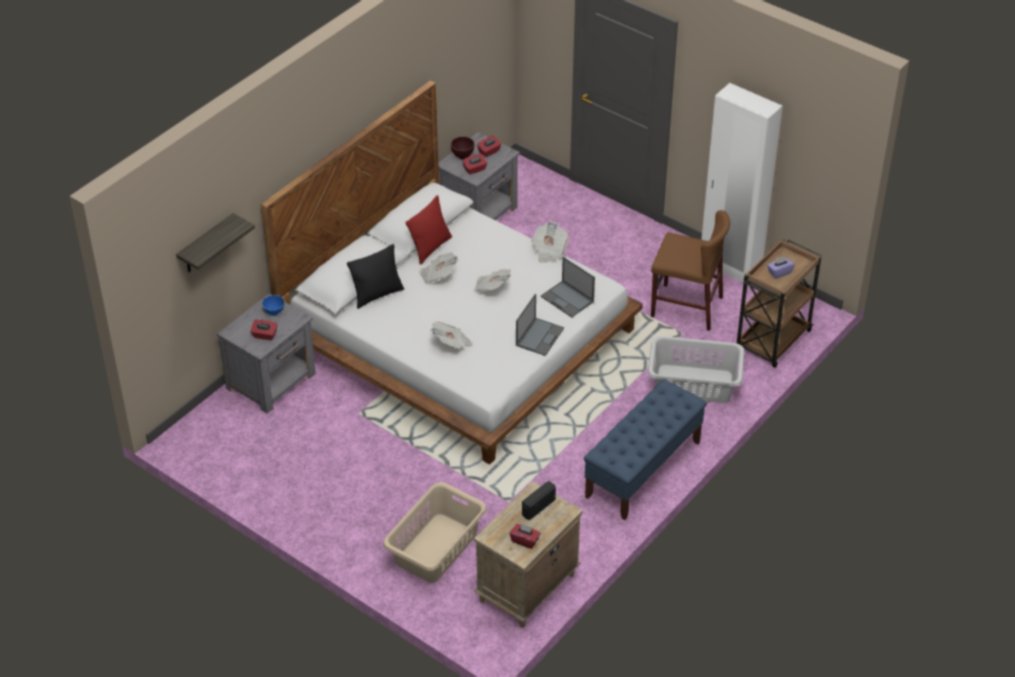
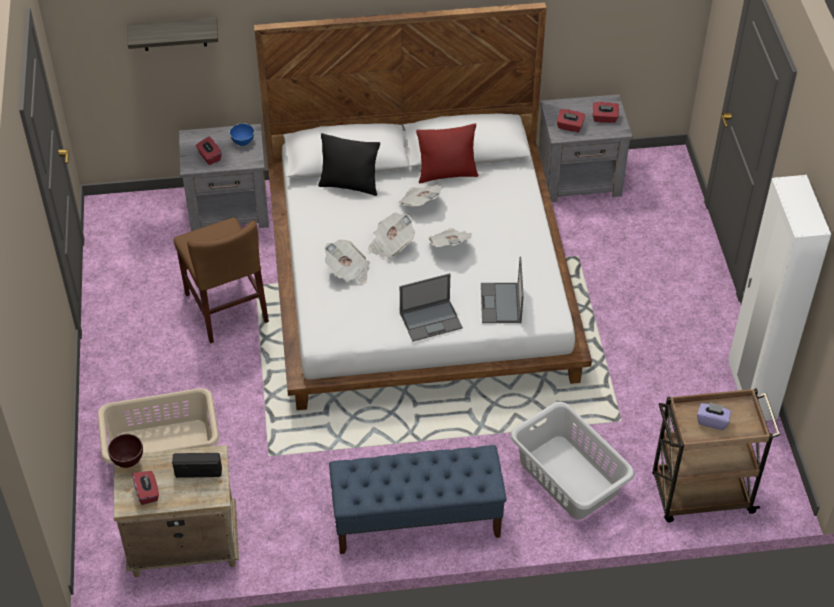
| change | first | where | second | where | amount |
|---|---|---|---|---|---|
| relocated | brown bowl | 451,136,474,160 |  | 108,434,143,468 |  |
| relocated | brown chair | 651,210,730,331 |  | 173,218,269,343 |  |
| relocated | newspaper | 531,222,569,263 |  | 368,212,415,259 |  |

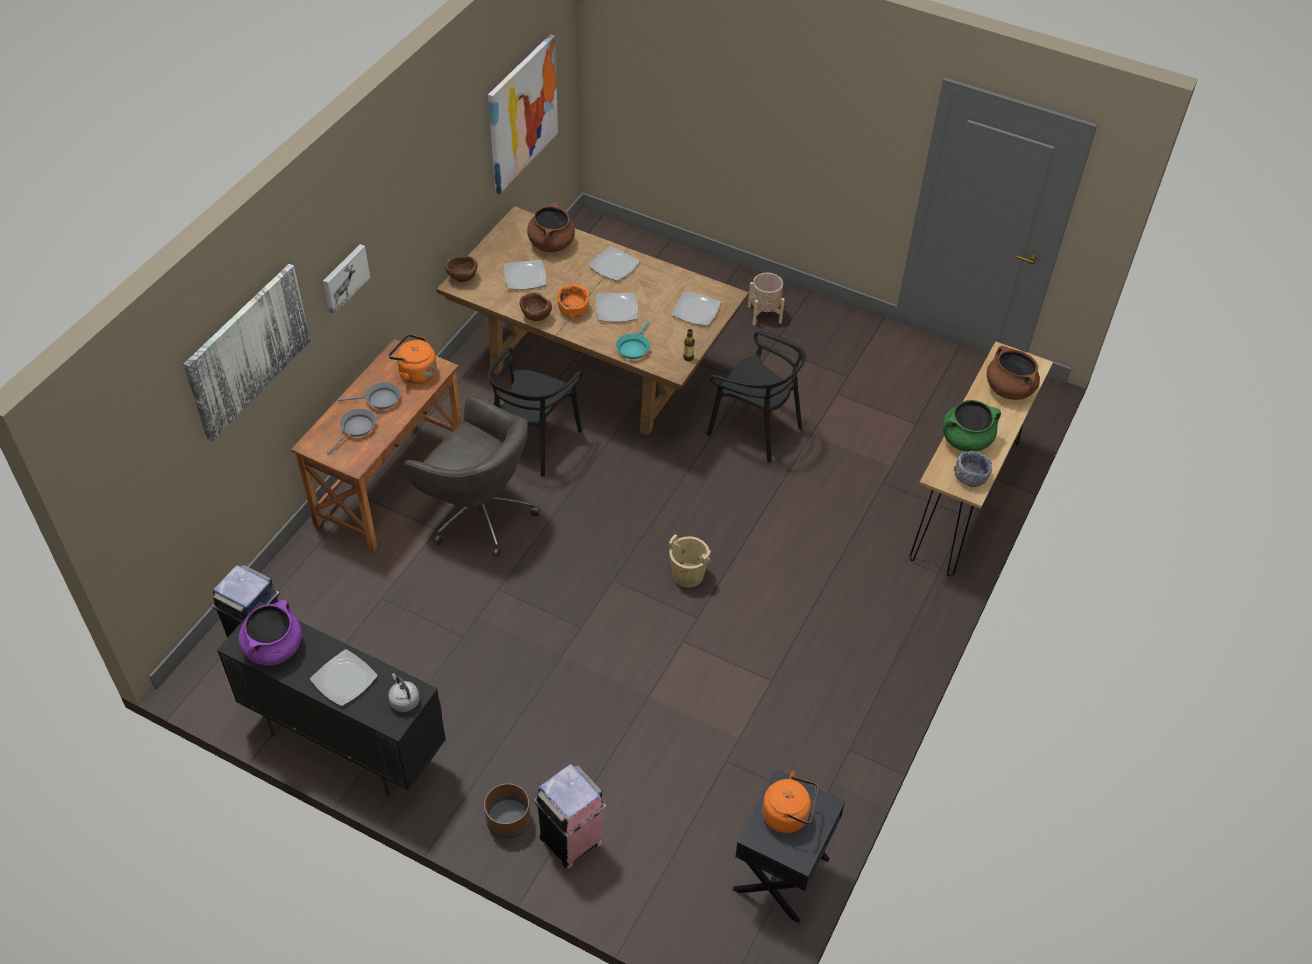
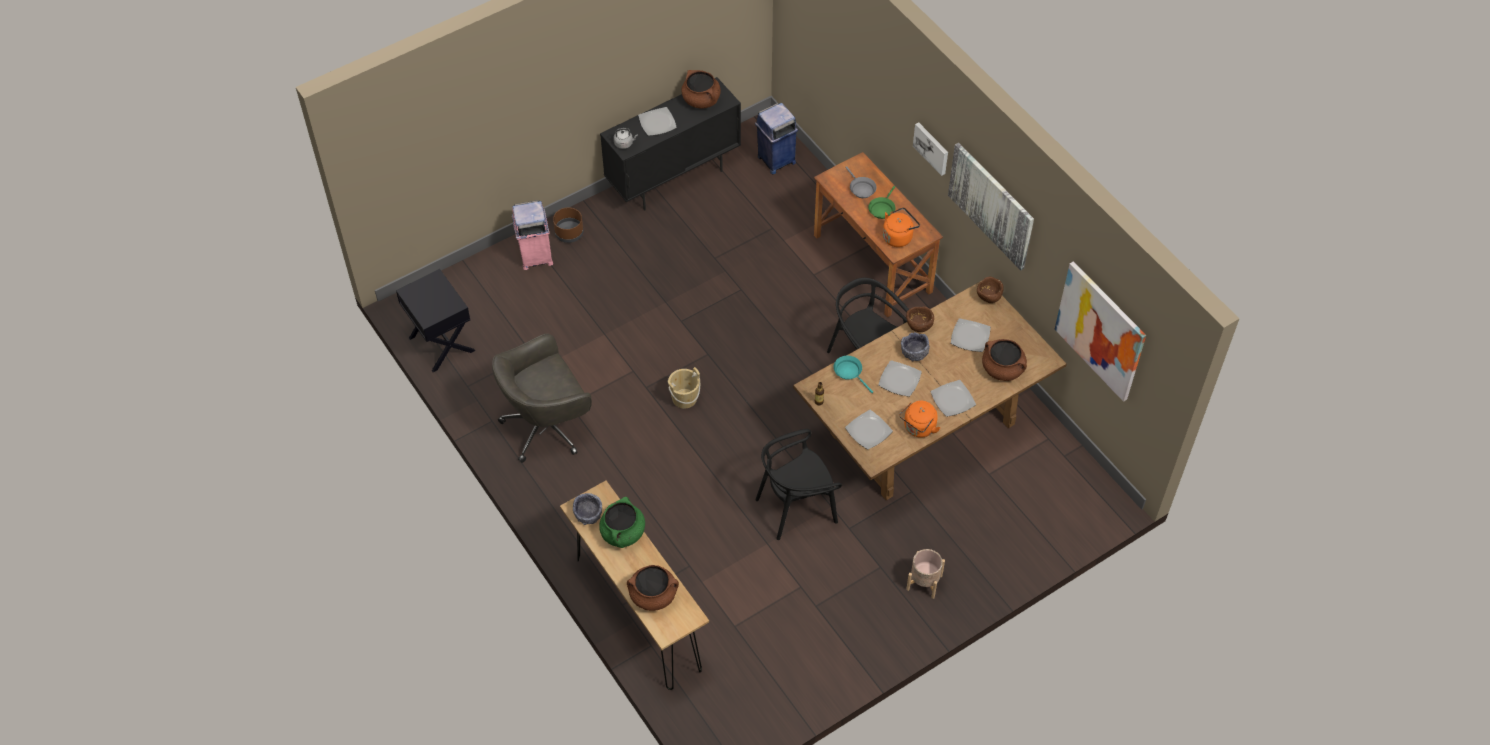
| change | first | where | second | where | amount |
|---|---|---|---|---|---|
| relocated | grey office chair | 404,396,540,557 |  | 492,333,592,463 |  |
| colour | purple cooking pot | 238,600,302,666 | brown cooking pot | 681,70,721,109 |  |
| colour | grey frying pan | 338,382,400,409 | green frying pan | 868,186,895,219 |  |
| relocated | orange kettle | 762,771,818,833 |  | 899,401,940,438 |  |
| colour | orange bowl | 557,284,589,318 | grey bowl | 901,332,930,362 |  |
| relocated | picture | 183,264,310,441 |  | 948,143,1034,270 |  |

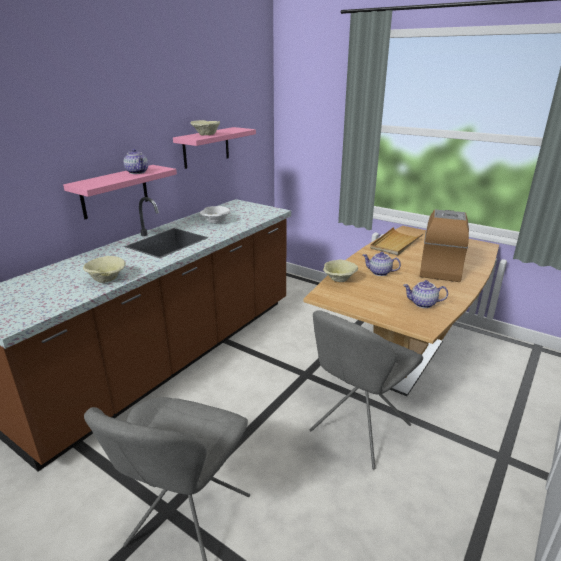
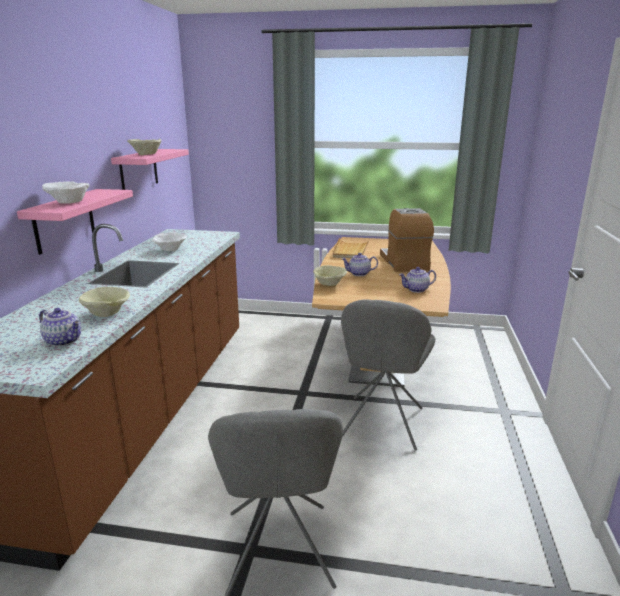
| change | first | where | second | where | amount |
|---|---|---|---|---|---|
| relocated | teapot | 124,149,148,174 |  | 39,308,81,347 |  |
| appeared |  |  | white bowl | 42,182,90,204 |  |

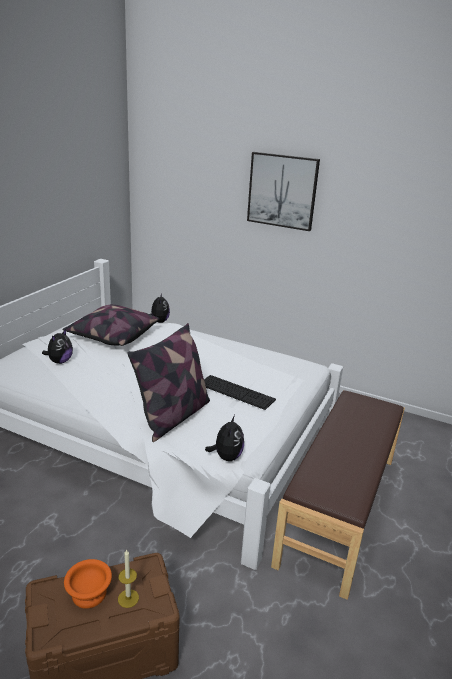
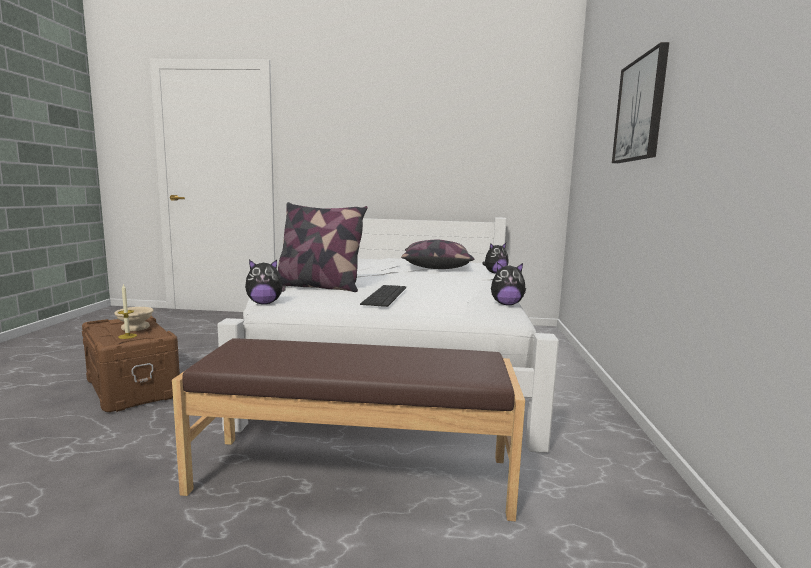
| change | first | where | second | where | amount |
|---|---|---|---|---|---|
| colour | orange bowl | 64,559,112,609 | beige bowl | 114,307,154,331 |  |
| relocated | plush toy | 42,329,73,364 |  | 491,262,526,305 |  |

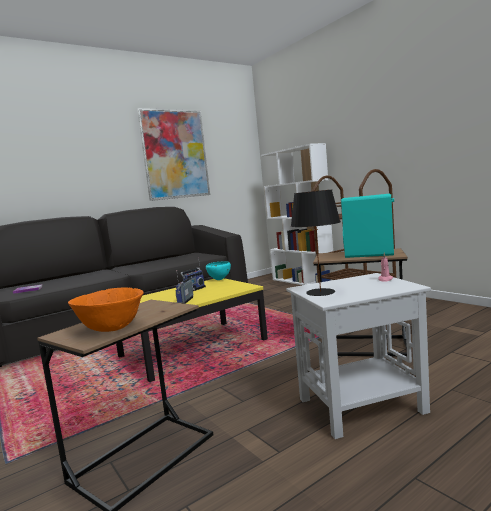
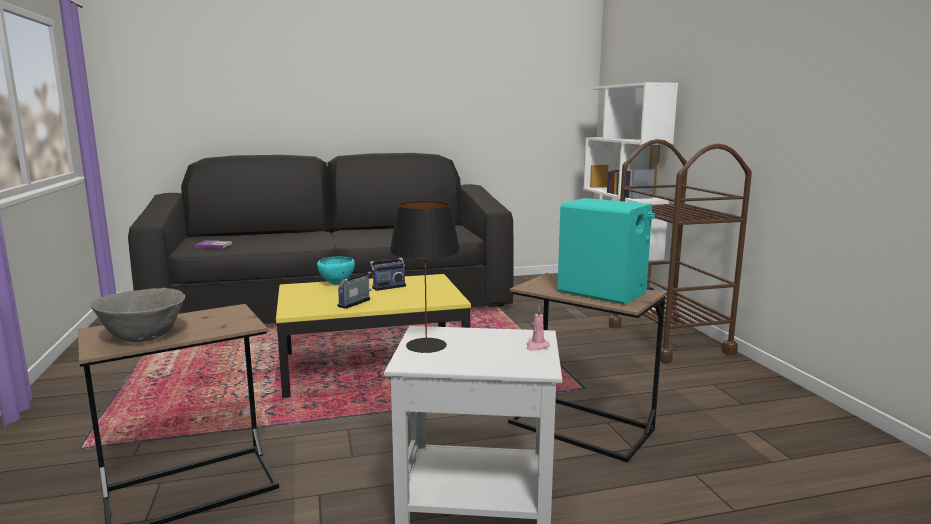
| change | first | where | second | where | amount |
|---|---|---|---|---|---|
| colour | orange bowl | 68,288,144,332 | grey bowl | 91,288,185,342 |  |
| relocated | turquoise bowl | 206,261,231,280 |  | 317,257,355,285 |  |
| missing | picture | 137,108,210,201 |  |  |  |

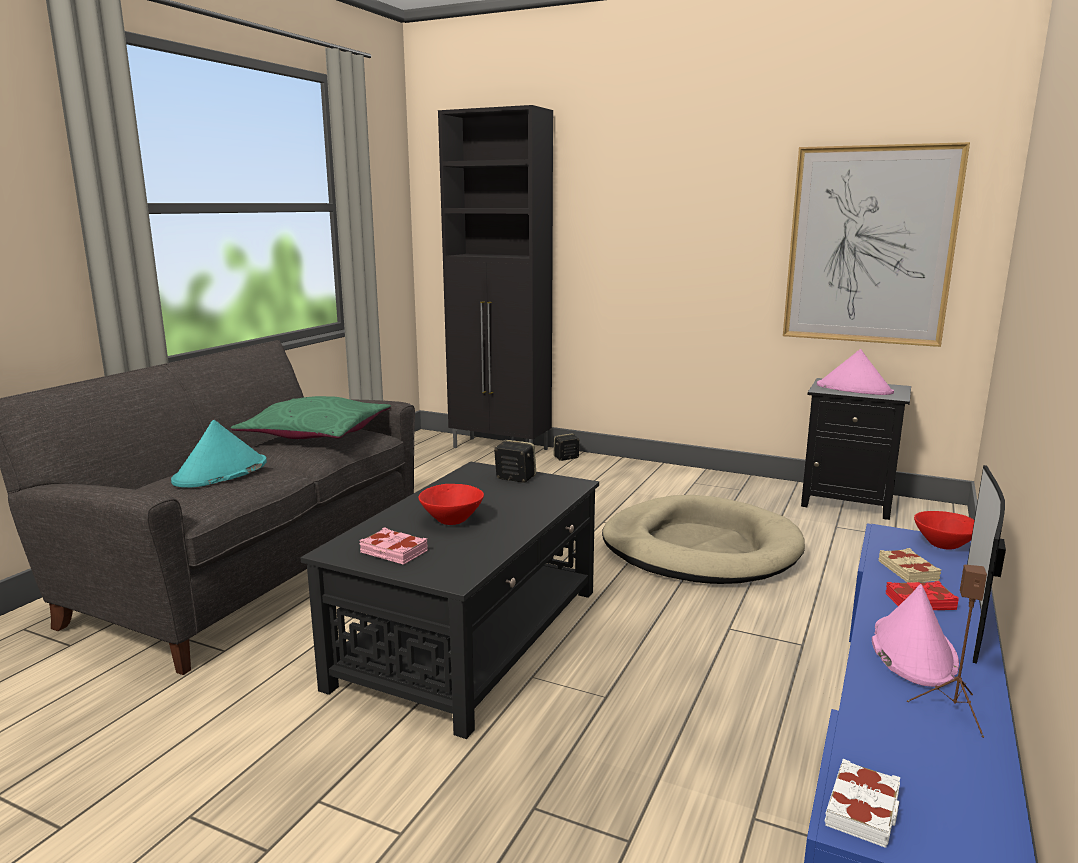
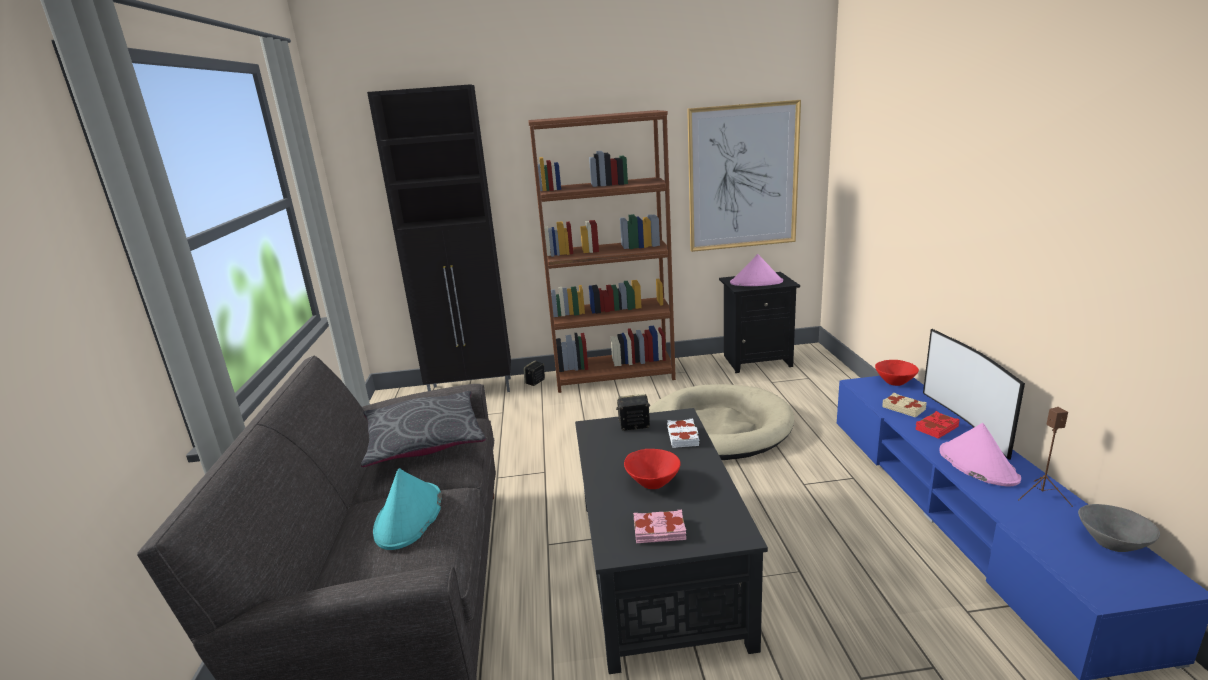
| change | first | where | second | where | amount |
|---|---|---|---|---|---|
| colour | green pillow | 231,396,391,439 | grey pillow | 361,391,486,467 |  |
| appeared |  |  | brown bookcase | 528,110,676,393 |  |
| relocated | white book | 825,759,900,848 |  | 667,419,699,448 |  |
| appeared |  |  | grey bowl | 1078,504,1160,552 |  |

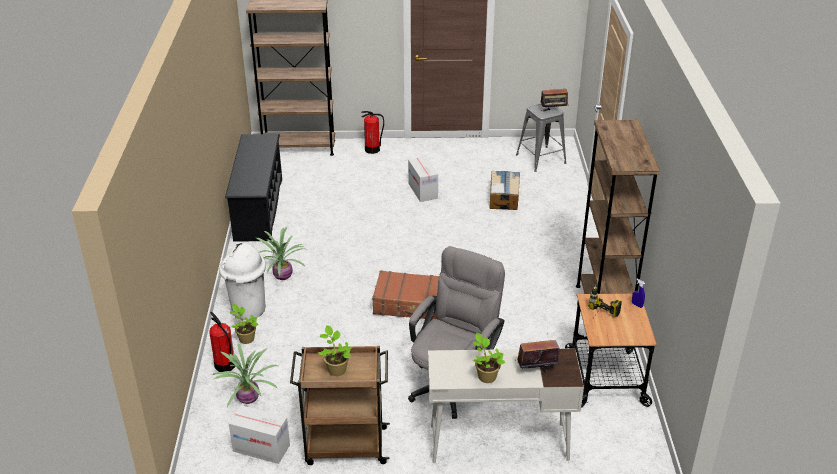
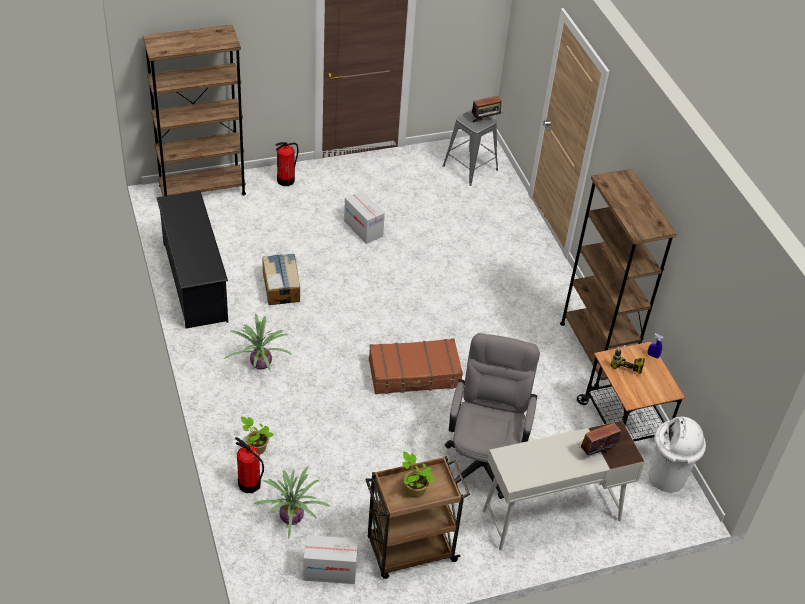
| change | first | where | second | where | amount |
|---|---|---|---|---|---|
| relocated | cardboard box | 489,171,520,210 |  | 262,254,300,305 |  |
| relocated | white trash can | 219,243,266,320 |  | 649,417,706,492 |  |
| missing | potted plant | 473,333,506,383 |  |  |  |

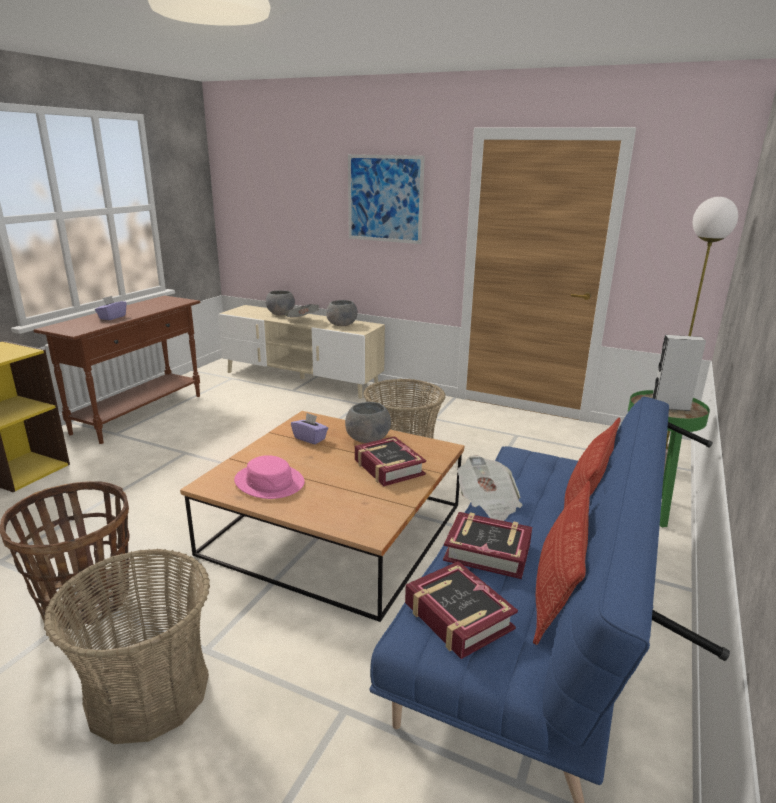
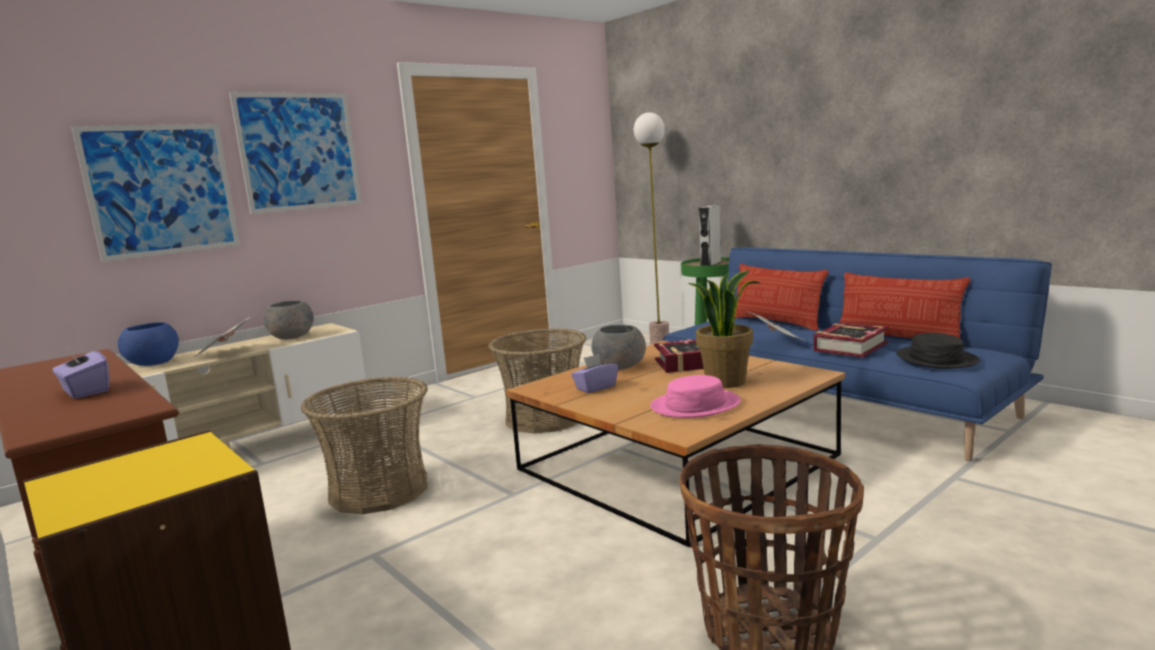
| change | first | where | second | where | amount |
|---|---|---|---|---|---|
| appeared |  |  | picture | 72,124,240,262 |  |
| colour | grey bowl | 266,290,295,315 | blue bowl | 118,322,179,366 |  |
| relocated | basket | 43,548,210,744 |  | 301,376,428,514 |  |
| appeared |  |  | potted plant | 688,270,760,388 |  |
| exchanged | book | 405,561,518,659 | black hat | 896,333,980,369 |  |

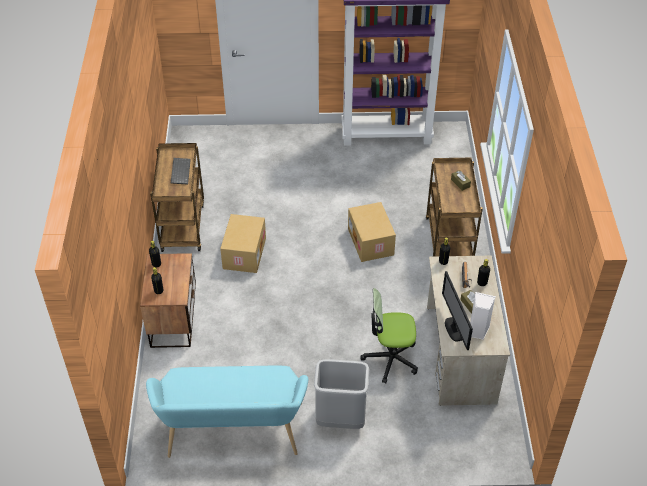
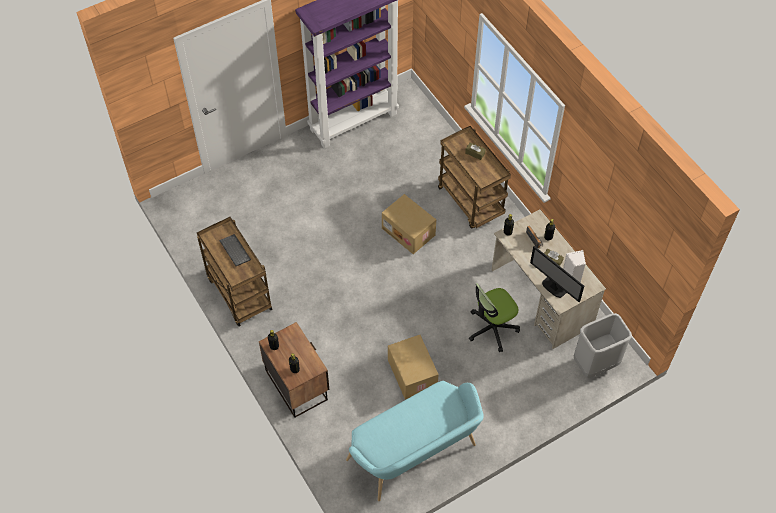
| change | first | where | second | where | amount |
|---|---|---|---|---|---|
| relocated | cardboard box | 220,214,266,273 |  | 388,335,439,400 |  |
| relocated | grey trash can | 314,359,369,429 |  | 574,313,632,378 |  |

